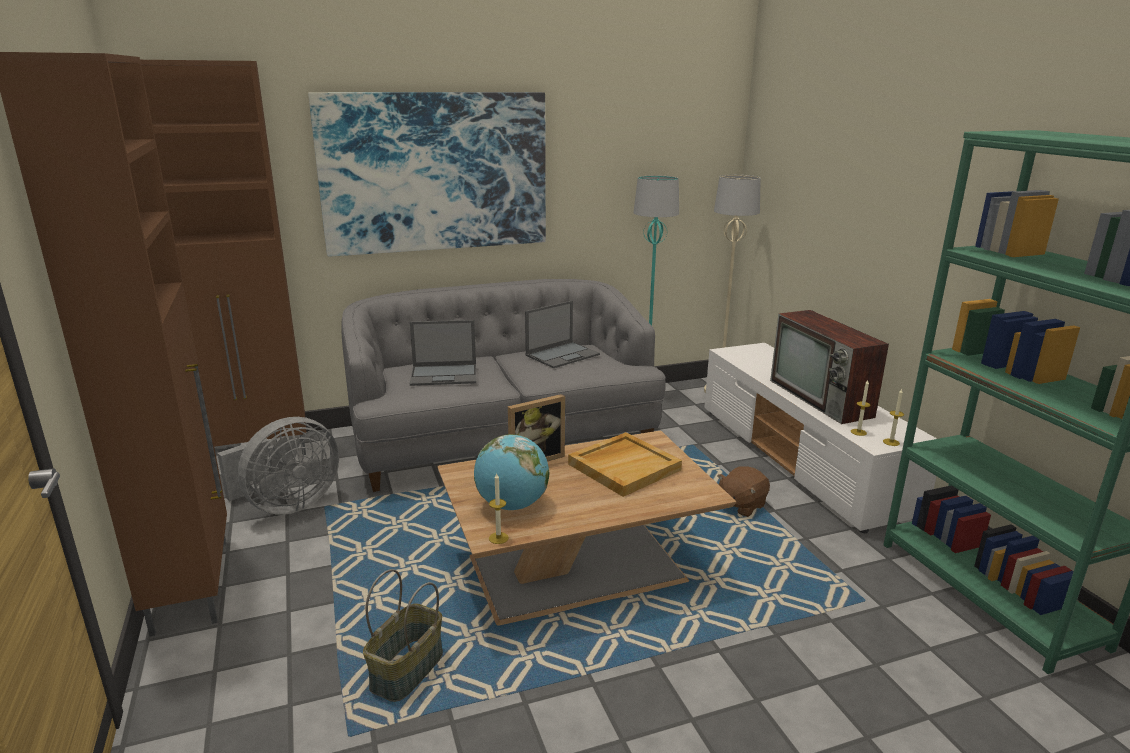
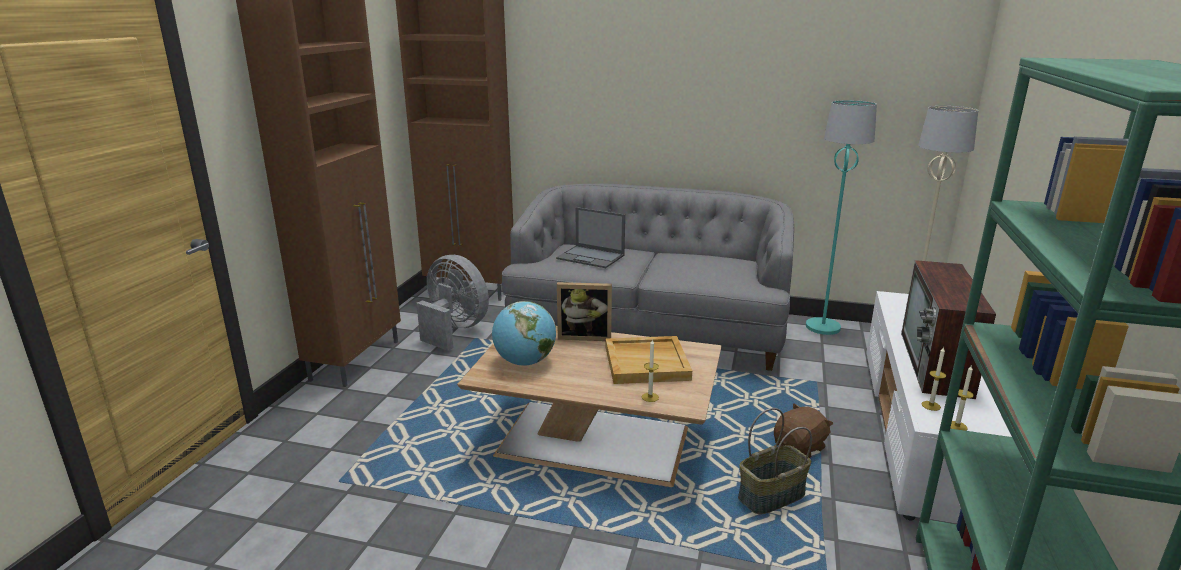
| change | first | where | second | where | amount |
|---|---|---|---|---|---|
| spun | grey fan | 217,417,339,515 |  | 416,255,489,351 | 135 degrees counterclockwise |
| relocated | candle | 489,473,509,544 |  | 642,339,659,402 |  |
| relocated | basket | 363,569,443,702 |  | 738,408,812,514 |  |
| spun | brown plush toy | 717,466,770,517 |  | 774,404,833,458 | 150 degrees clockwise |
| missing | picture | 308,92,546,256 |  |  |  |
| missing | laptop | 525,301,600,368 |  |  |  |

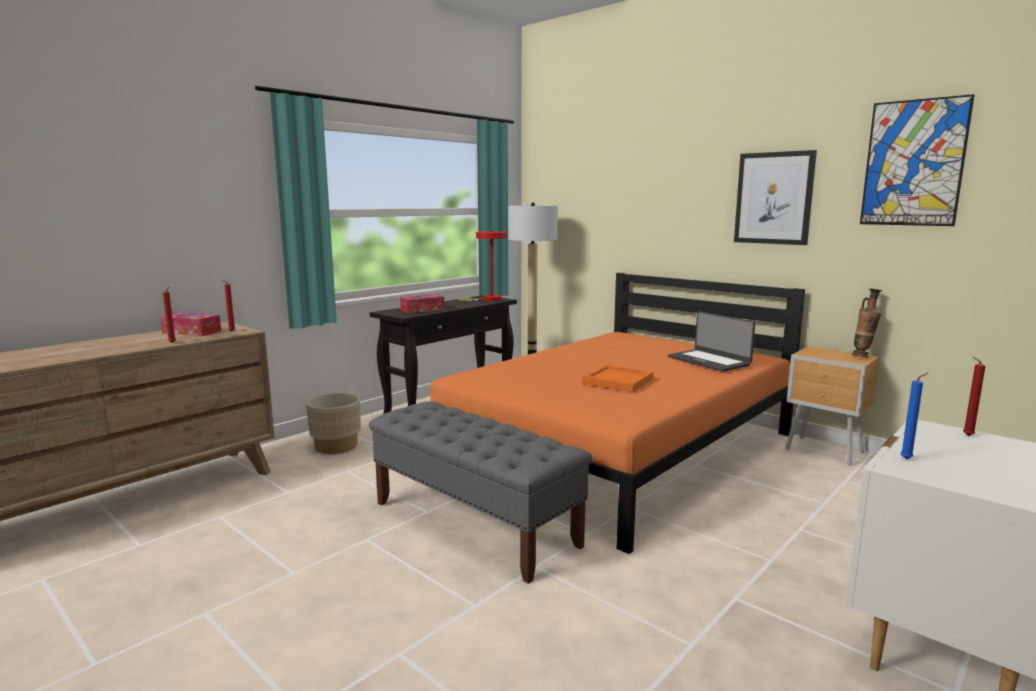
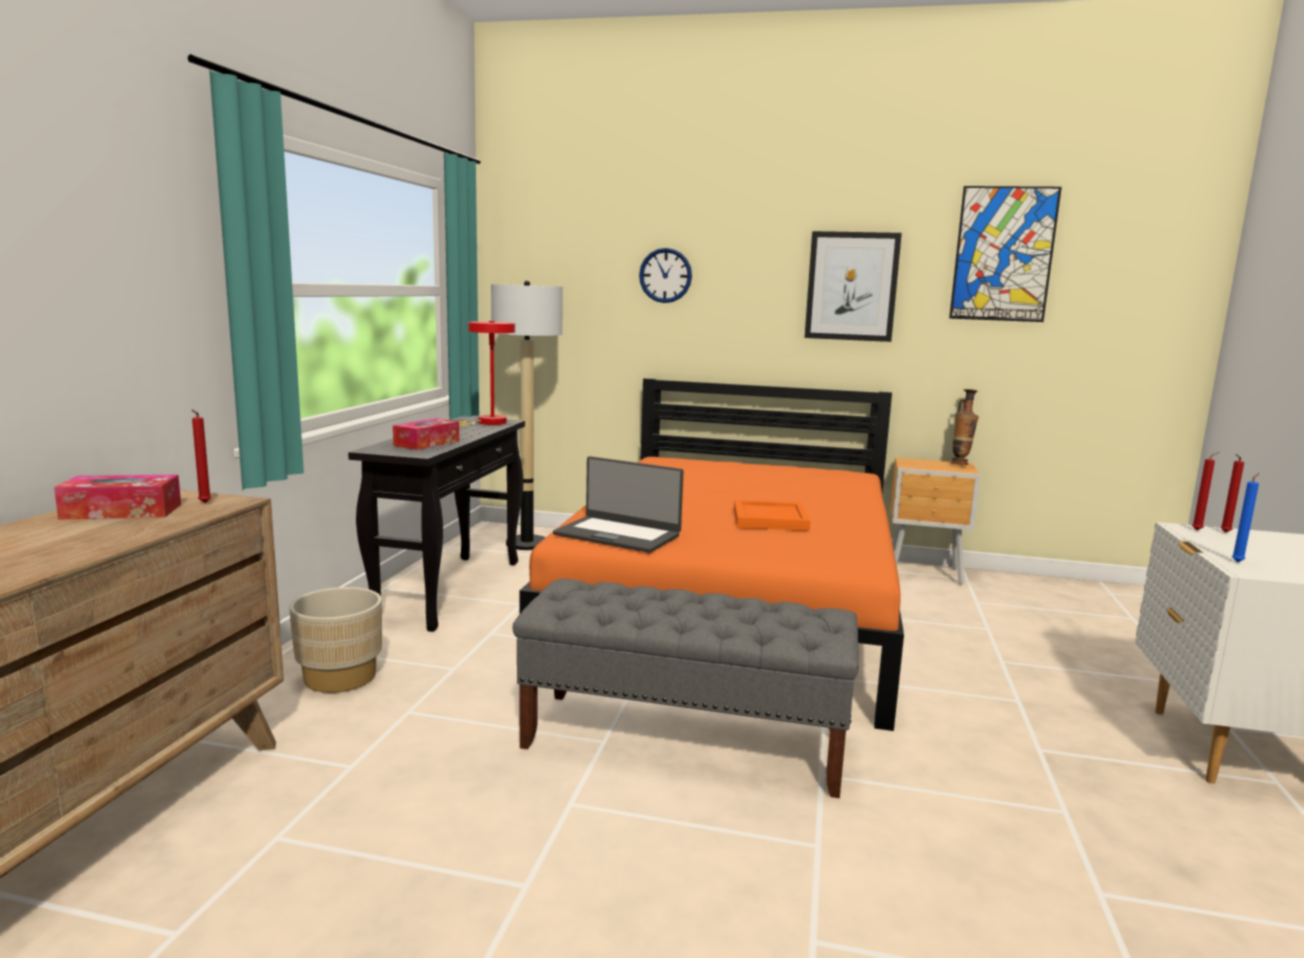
| change | first | where | second | where | amount |
|---|---|---|---|---|---|
| relocated | laptop | 668,311,755,372 |  | 553,456,684,553 |  |
| appeared |  |  | wall clock | 639,248,692,303 |  |
| relocated | red candle | 163,287,176,343 |  | 1192,452,1219,530 |  |

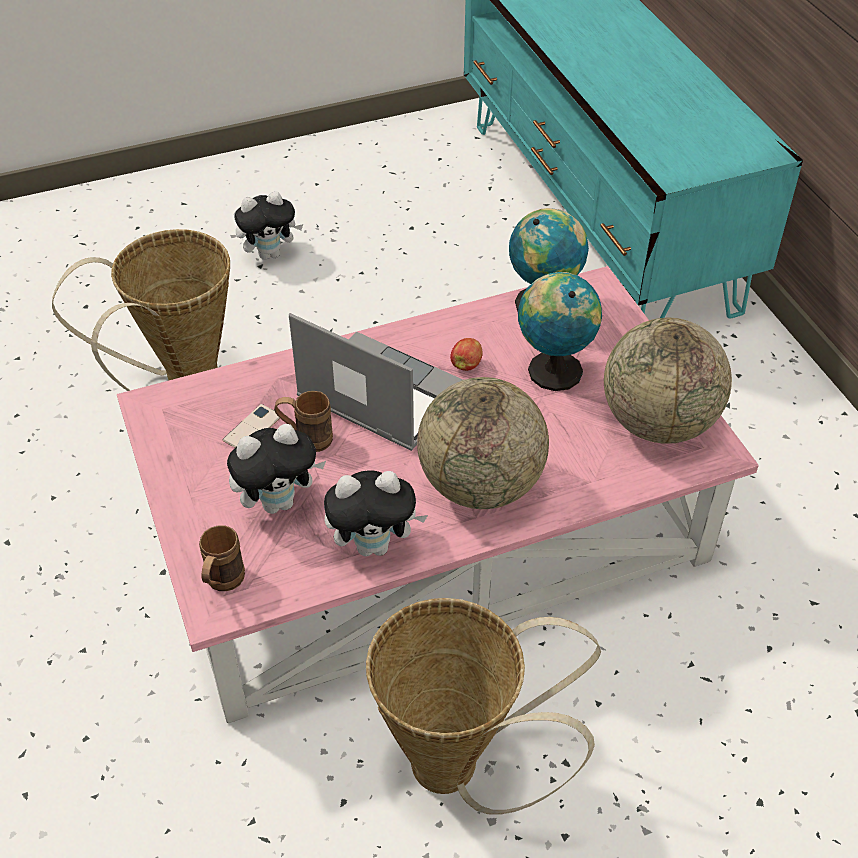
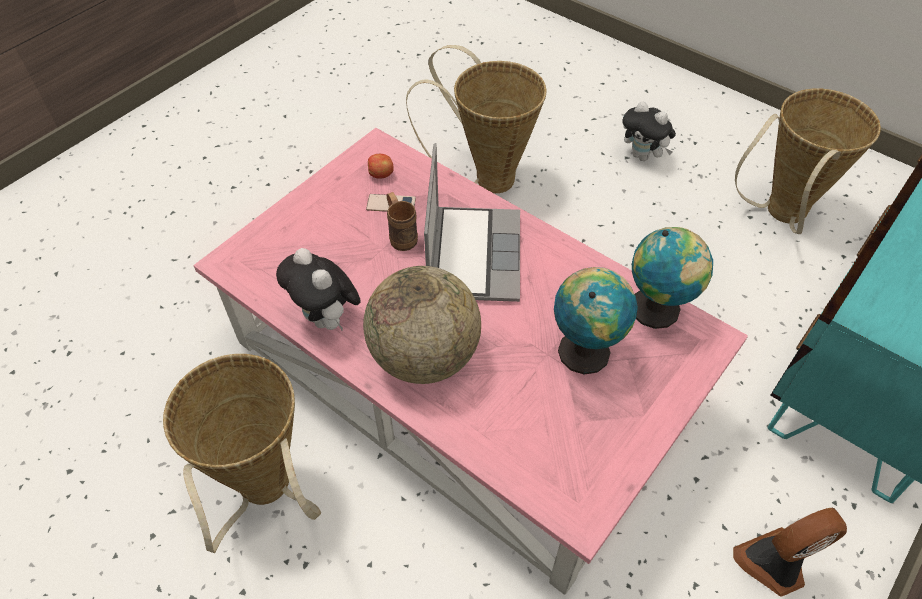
| change | first | where | second | where | amount |
|---|---|---|---|---|---|
| relocated | apple | 450,338,483,371 |  | 368,154,394,179 |  |
| appeared |  |  | fan | 733,508,847,597 |  |
| appeared |  |  | basket | 735,89,881,234 |  |
| missing | brown mug | 199,525,245,591 |  |  |  |
| missing | plush toy | 227,424,326,514 |  |  |  |
| missing | globe | 604,318,732,444 |  |  |  |

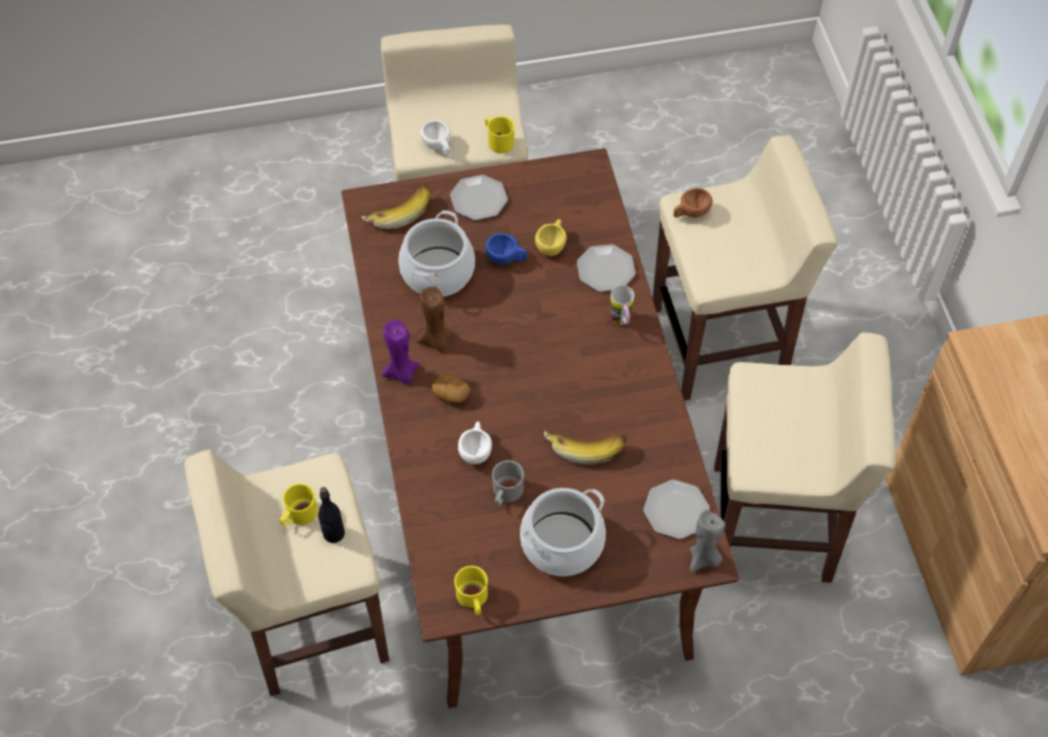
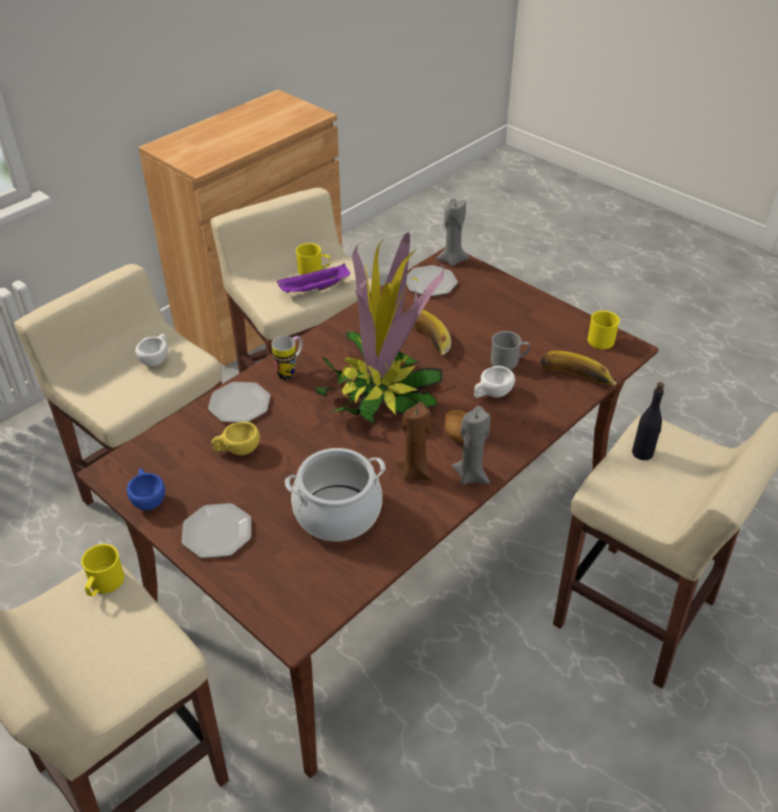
| change | first | where | second | where | amount |
|---|---|---|---|---|---|
| relocated | blue cup | 486,233,528,264 |  | 127,468,165,511 |  |
| relocated | white cup | 420,120,451,156 |  | 135,334,168,366 |  |
| appeared |  |  | purple tray | 277,264,350,293 |  |
| relocated | yellow mug | 280,483,318,526 |  | 296,243,331,275 |  |
| appeared |  |  | potted plant | 315,232,444,425 |  |
| colour | purple candle | 382,320,420,384 | grey candle | 452,406,490,485 |  |
| relocated | banana | 362,184,431,229 |  | 541,351,617,386 |  |
| missing | cooking pot | 520,488,606,576 |  |  |  |
| missing | brown cup | 673,188,713,218 |  |  |  |

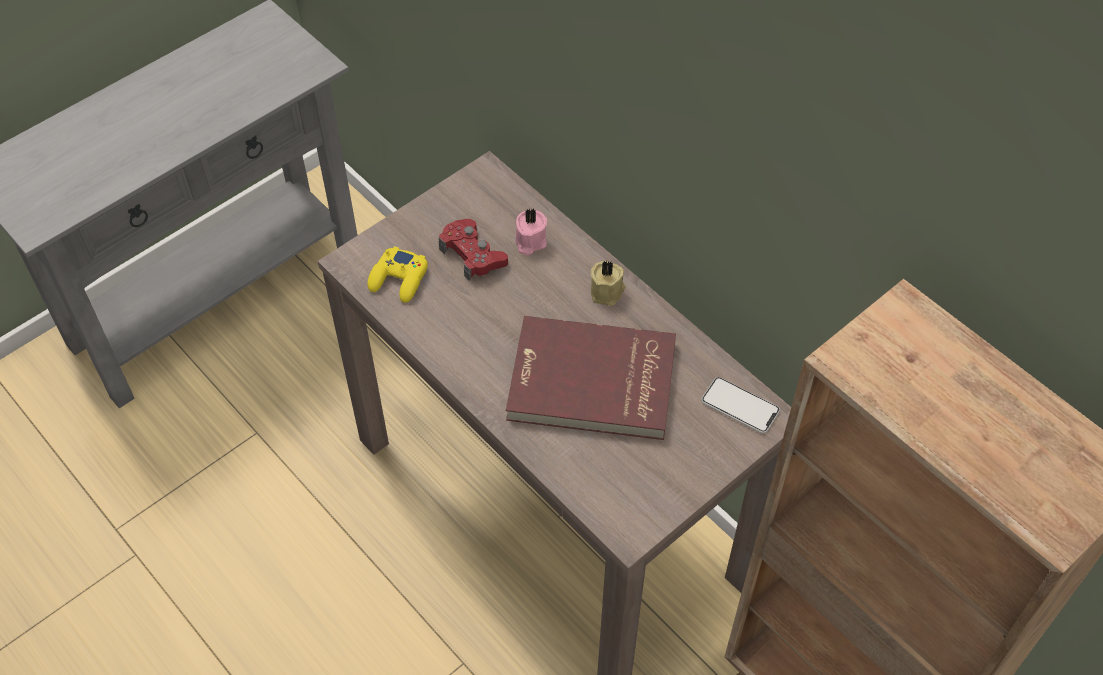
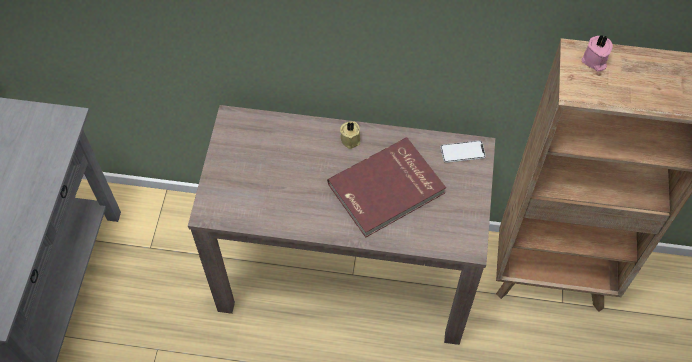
| change | first | where | second | where | amount |
|---|---|---|---|---|---|
| relocated | pink candle | 516,208,547,255 |  | 582,35,613,71 |  |
| missing | yellow game controller | 368,246,428,303 |  |  |  |
| missing | red game controller | 439,219,508,281 |  |  |  |

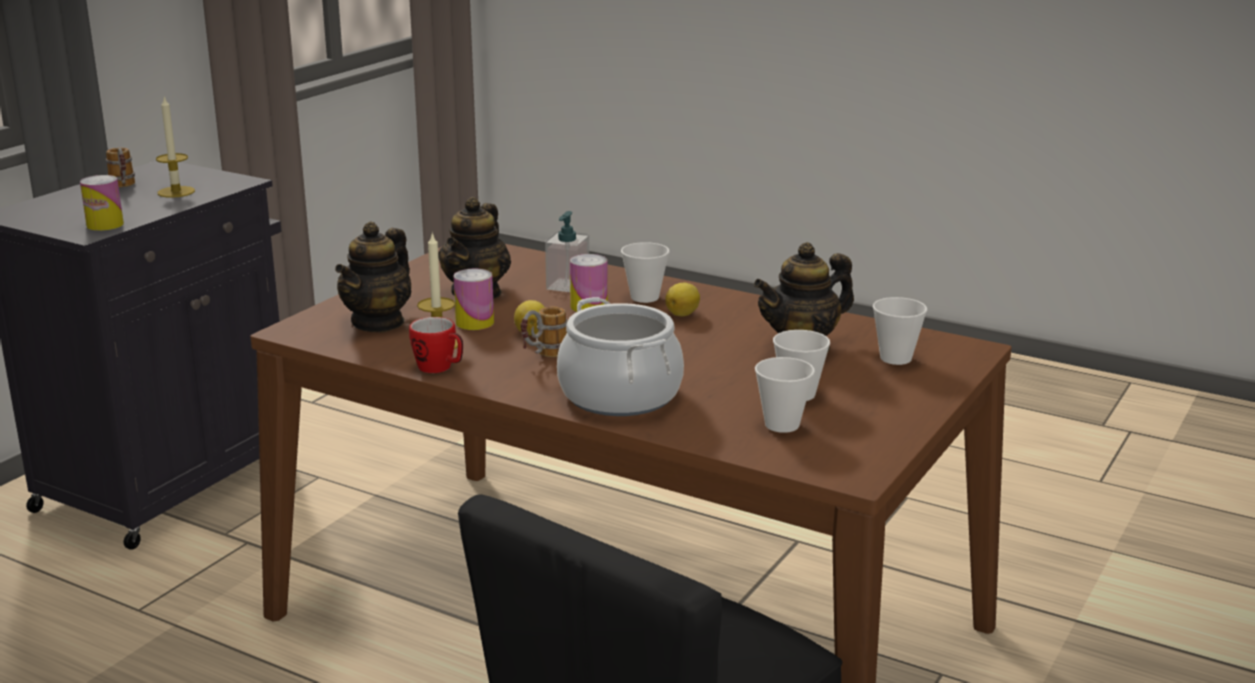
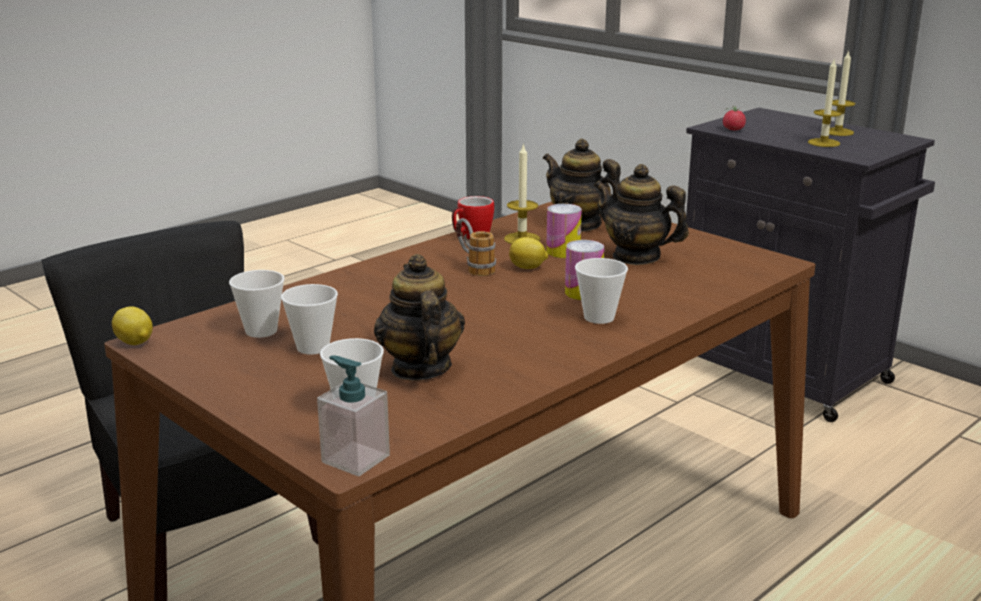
| change | first | where | second | where | amount |
|---|---|---|---|---|---|
| relocated | lemon | 665,283,700,316 |  | 112,307,153,345 |  |
| relocated | soap dispenser | 545,211,589,292 |  | 317,355,390,476 |  |
| exchanged | can | 80,175,124,231 | tomato | 723,106,746,130 |  |
| exchanged | mug | 106,148,135,187 | candle | 829,50,855,136 |  |
| missing | cooking pot | 557,297,684,416 |  |  |  |

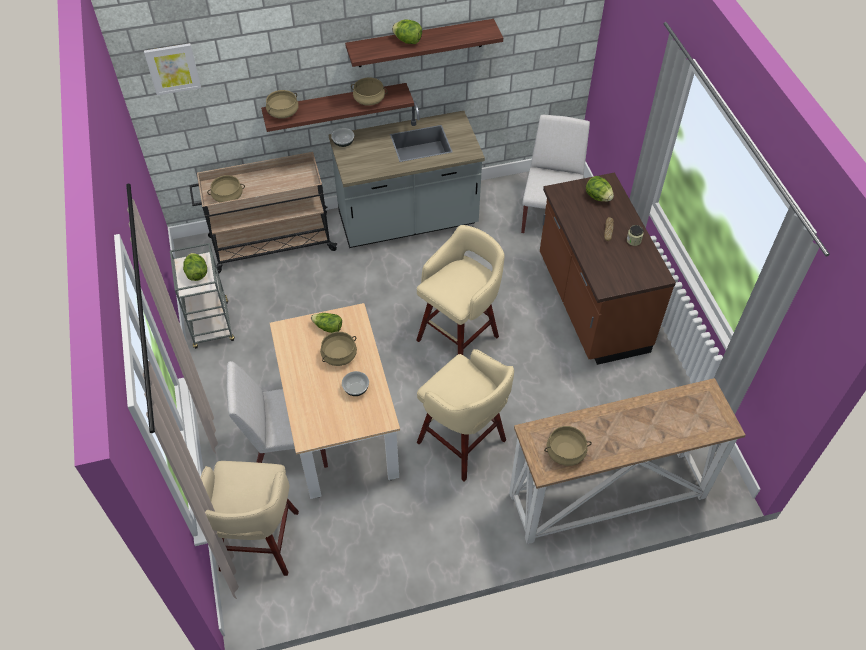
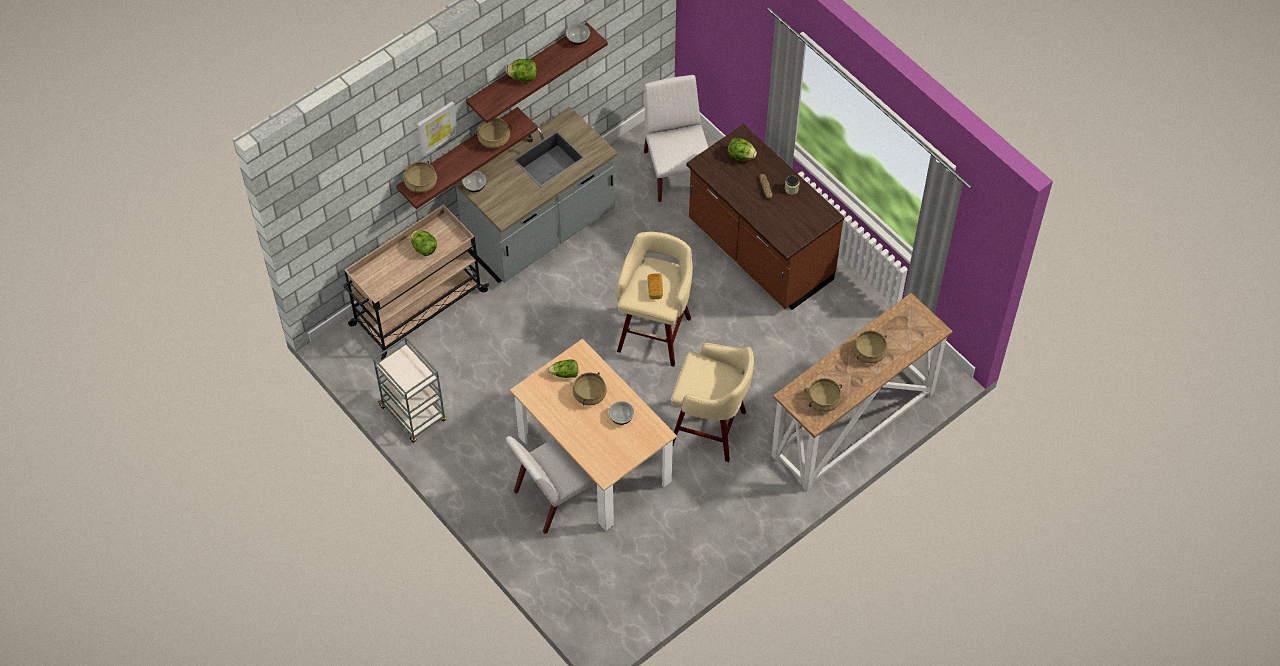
| change | first | where | second | where | amount |
|---|---|---|---|---|---|
| relocated | lettuce | 183,253,207,281 |  | 411,230,437,256 |  |
| relocated | picture | 144,43,201,95 |  | 417,101,458,156 |  |
| appeared |  |  | bowl | 566,23,590,45 |  |
| appeared |  |  | bread | 647,273,663,299 |  |
| relocated | beige cooking pot | 207,175,245,202 |  | 853,330,887,363 |  |
| missing | beige stool | 200,461,299,576 |  |  |  |

